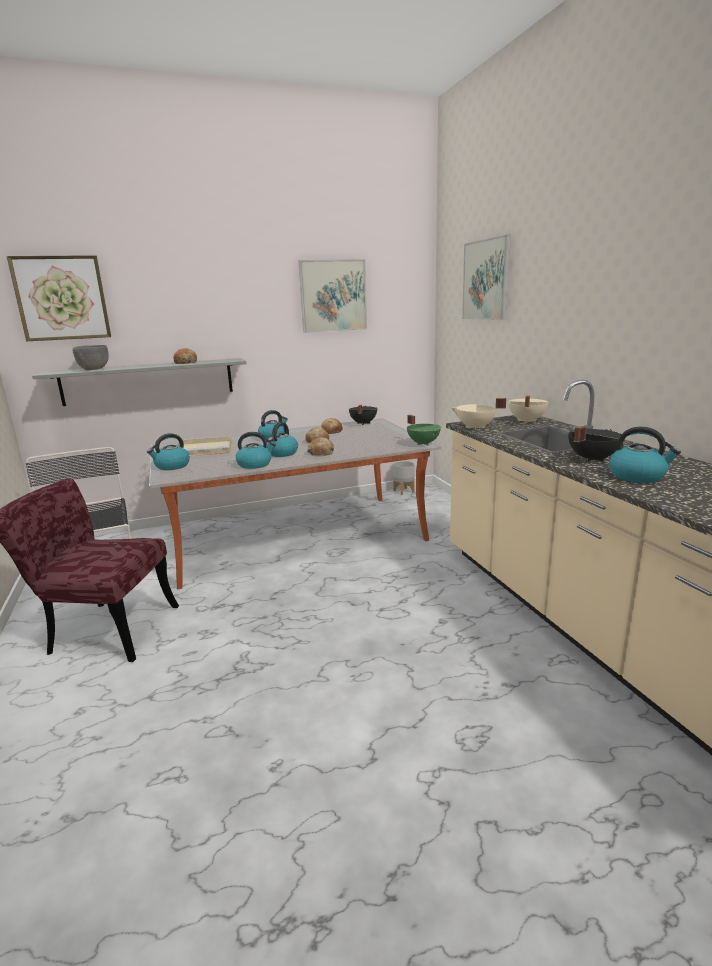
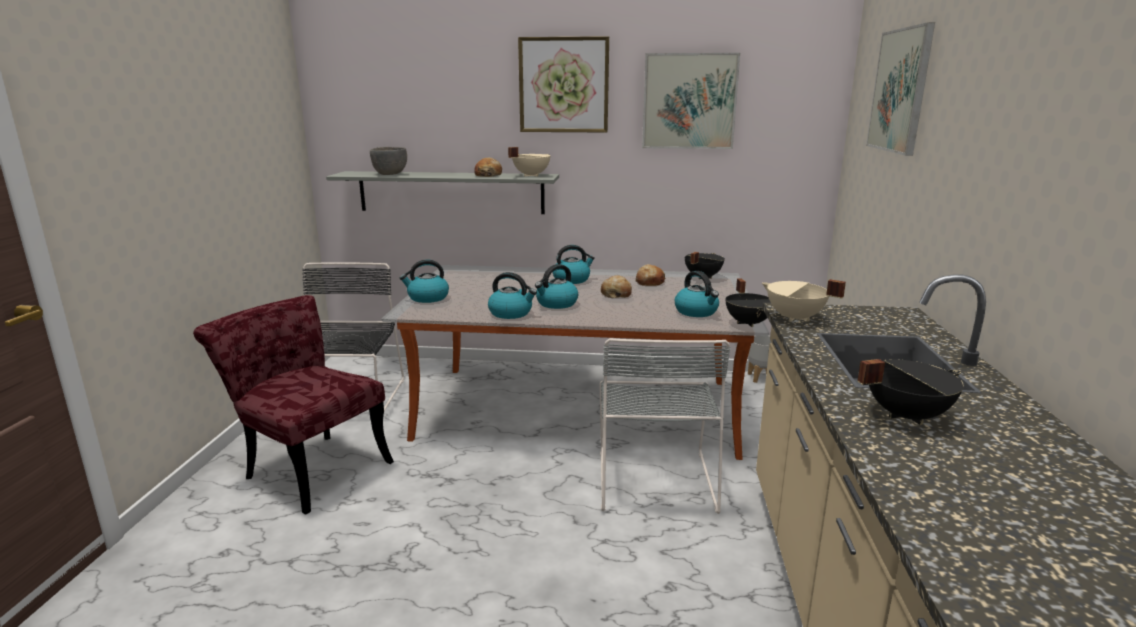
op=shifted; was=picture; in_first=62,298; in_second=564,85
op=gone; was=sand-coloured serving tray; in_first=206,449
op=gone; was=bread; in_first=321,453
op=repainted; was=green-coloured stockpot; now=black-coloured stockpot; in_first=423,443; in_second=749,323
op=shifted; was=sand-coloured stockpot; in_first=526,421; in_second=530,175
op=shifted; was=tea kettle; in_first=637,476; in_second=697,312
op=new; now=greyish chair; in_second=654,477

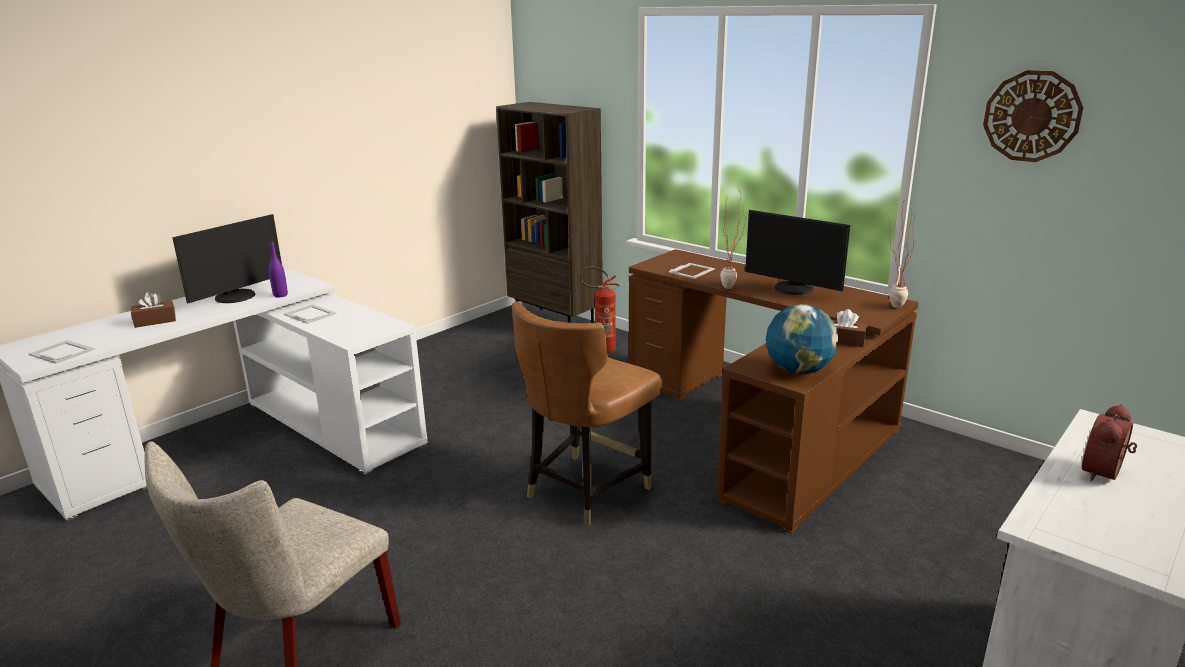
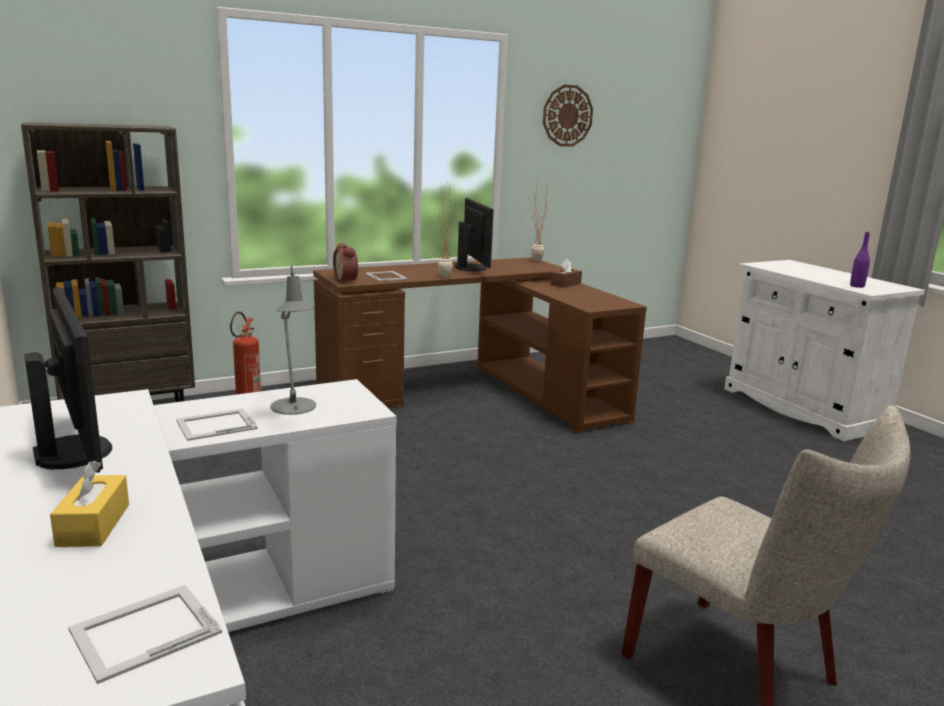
op=repainted; was=brown-coloured box of tissues; now=yellow-coloured box of tissues; in_first=155,321; in_second=93,525
op=shifted; was=purple bottle; in_first=280,295; in_second=857,286
op=gone; was=brown-coloured chair; in_first=585,490
op=rotated; was=computer screen; in_first=793,289; in_second=472,268; clockwise=-75
op=gone; was=world globe; in_first=798,371
op=shifted; was=bedside clock; in_first=1105,473; in_second=347,280
op=new; now=greyish tabletop lamp; in_second=294,408

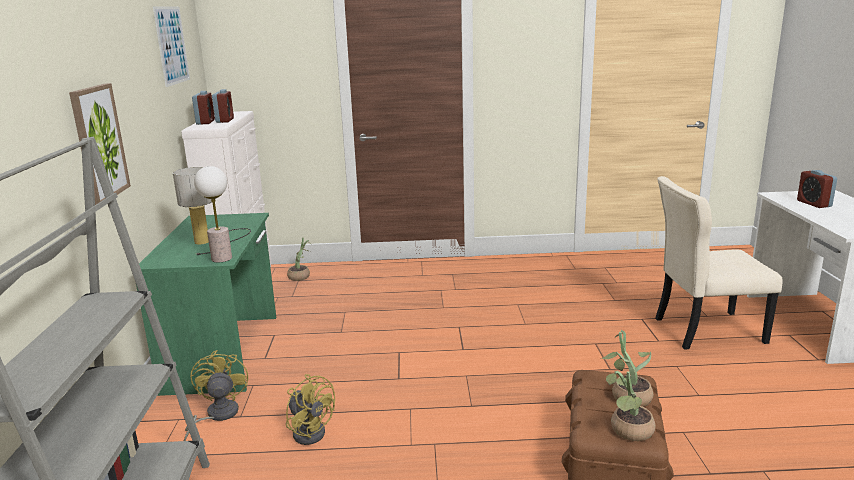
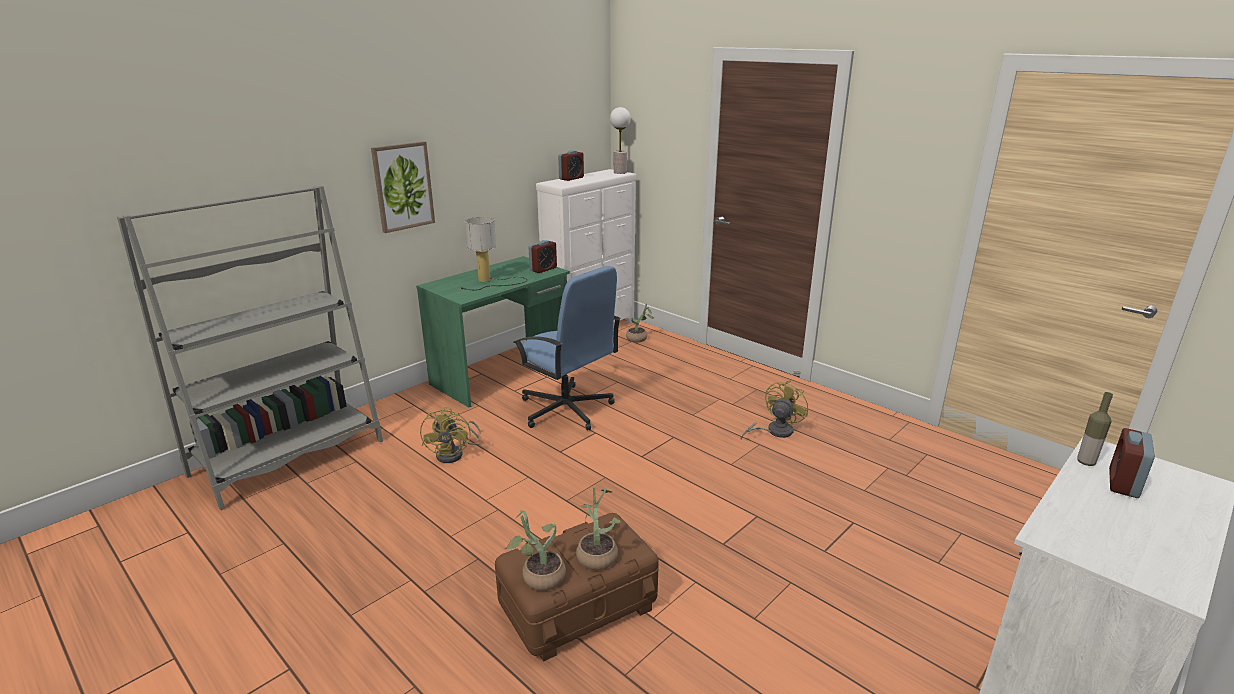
op=gone; was=picture; in_first=172,45
op=shifted; was=yellow-coloured fan; in_first=217,416; in_second=774,431
op=shifted; was=tabletop lamp; in_first=222,258; in_second=620,172
op=shifted; was=bedside clock; in_first=225,120; in_second=543,269
op=gone; was=sand-coloured chair; in_first=704,330
op=new; now=blue-coloured desk chair; in_second=566,410
op=new; now=bottle; in_second=1086,462

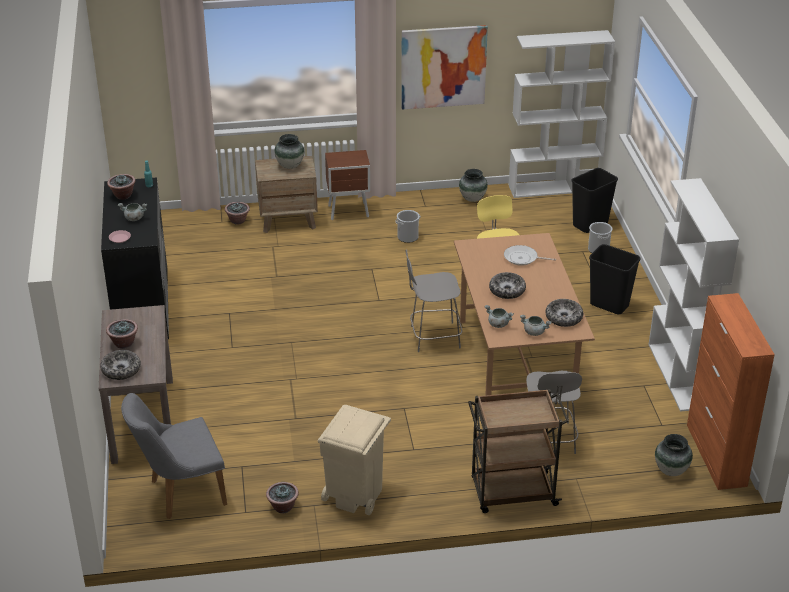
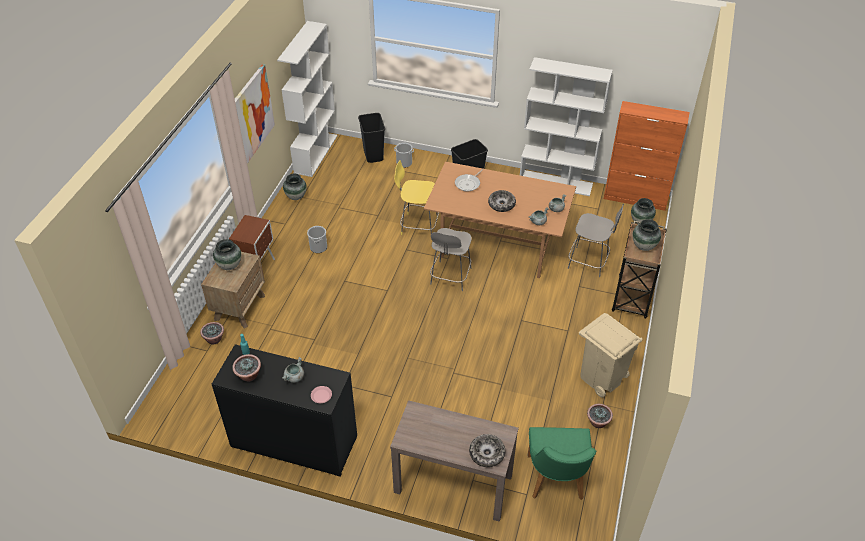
op=gone; was=plant in a pot; in_first=123,343
op=repainted; was=greyish chair; now=green-coloured chair; in_first=180,493; in_second=556,482
op=gone; was=deep dish; in_first=564,317
op=new; now=decorative vase; in_second=644,246

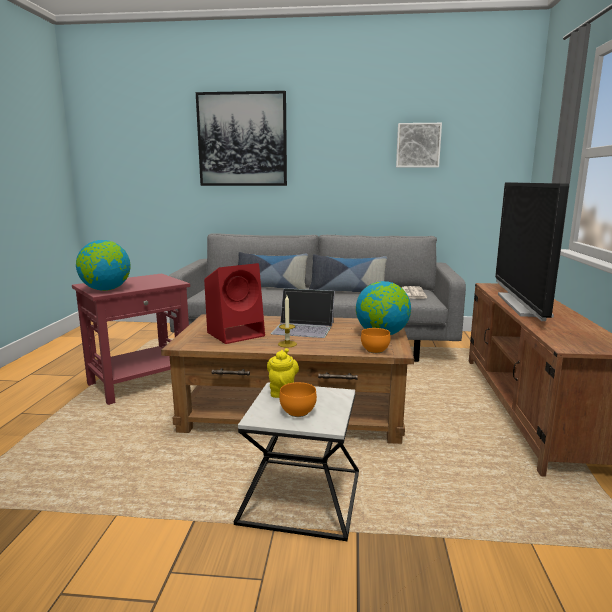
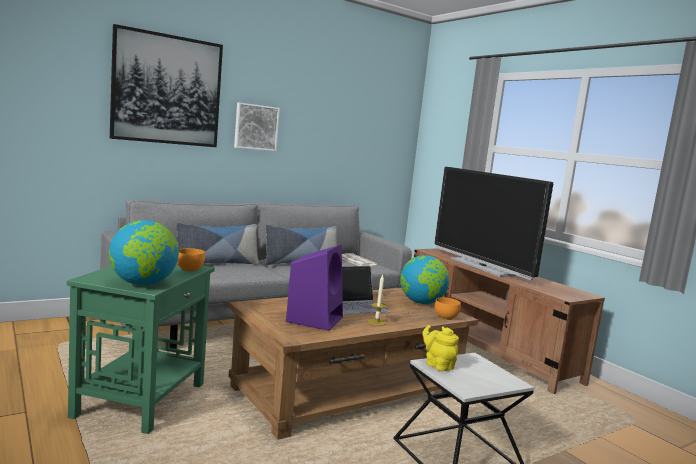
op=repainted; was=reddish end table; now=green-coloured end table; in_first=140,383; in_second=142,400
op=repainted; was=reddish audio speaker; now=purple audio speaker; in_first=237,334; in_second=315,319
op=shifted; was=orangey deep dish; in_first=297,413; in_second=189,270
op=shifted; was=picture; in_first=418,145; in_second=256,127

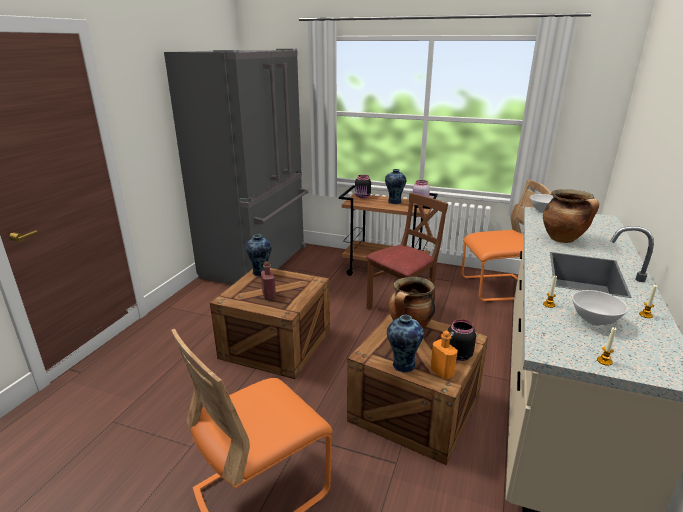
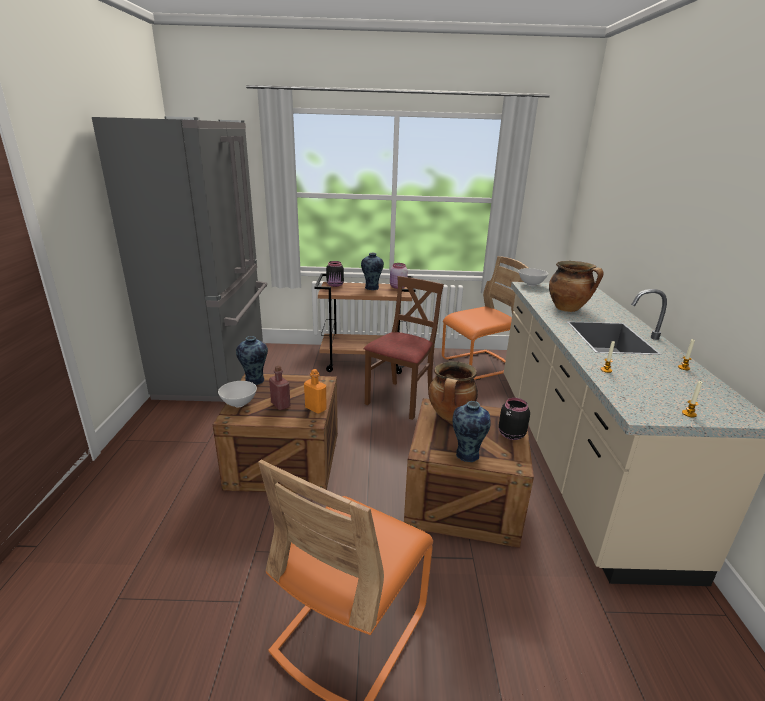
op=shifted; was=orangey bottle; in_first=442,372; in_second=315,408
op=shifted; was=white deep dish; in_first=594,321; in_second=239,404

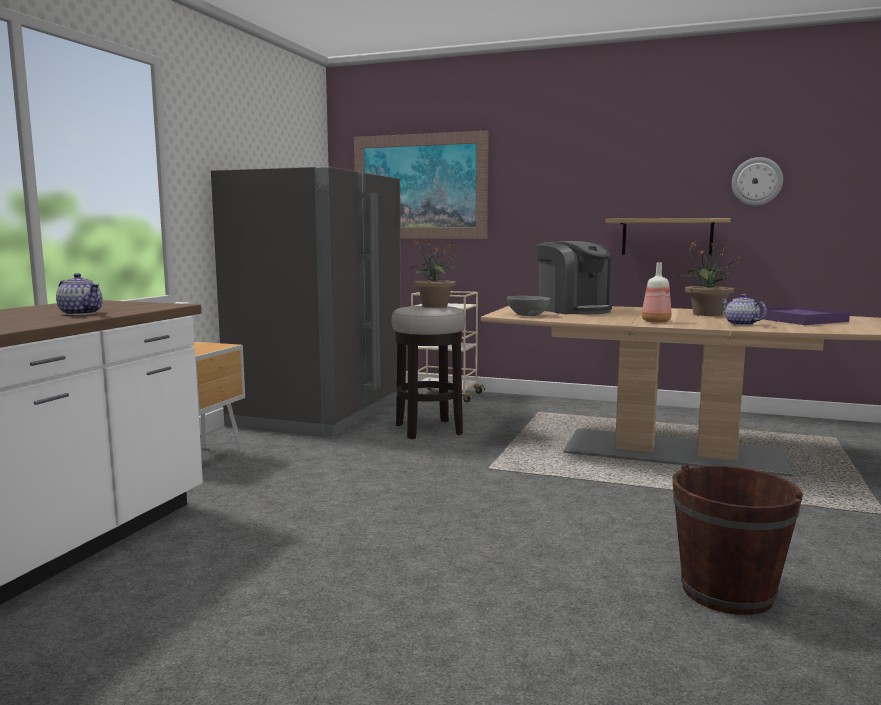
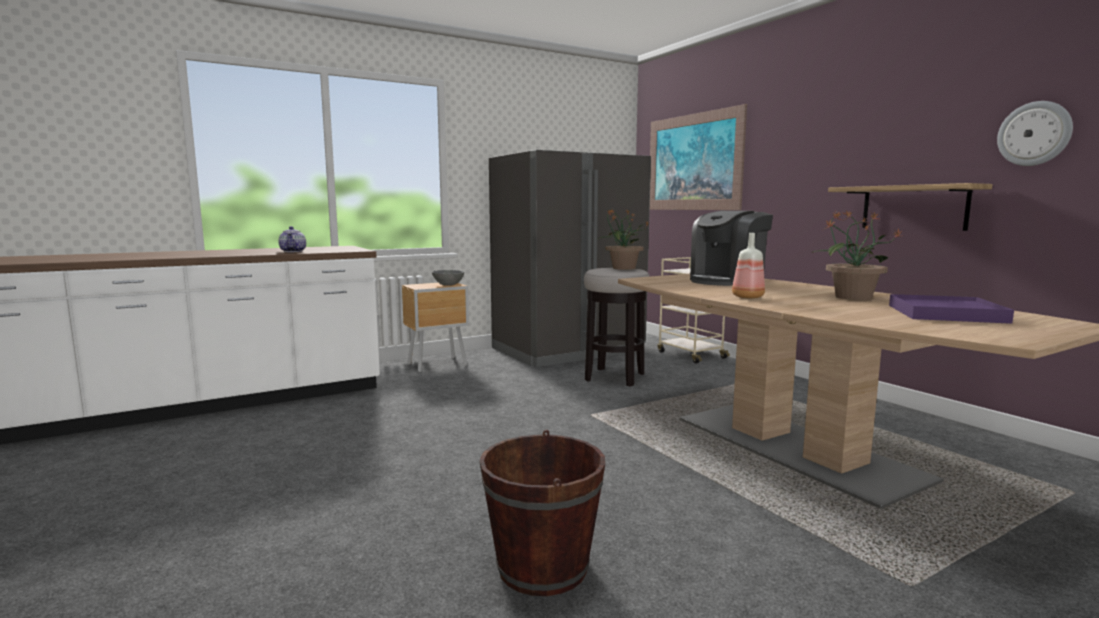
op=shifted; was=greyish deep dish; in_first=528,315; in_second=448,284
op=rotated; was=coffee machine; in_first=573,310; in_second=727,281; clockwise=45
op=gone; was=pot for tea; in_first=741,324

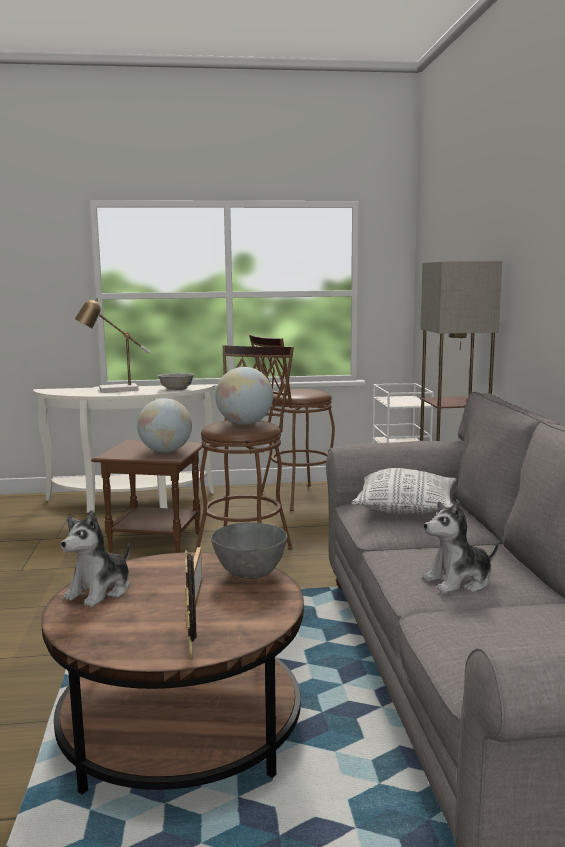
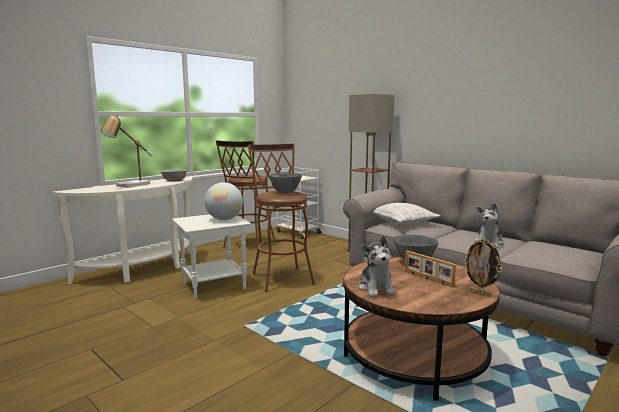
op=repainted; was=brown-coloured end table; now=white end table; in_first=156,542; in_second=214,285
op=swapped; was=world globe; now=greyish deep dish; in_first=244,424; in_second=285,192

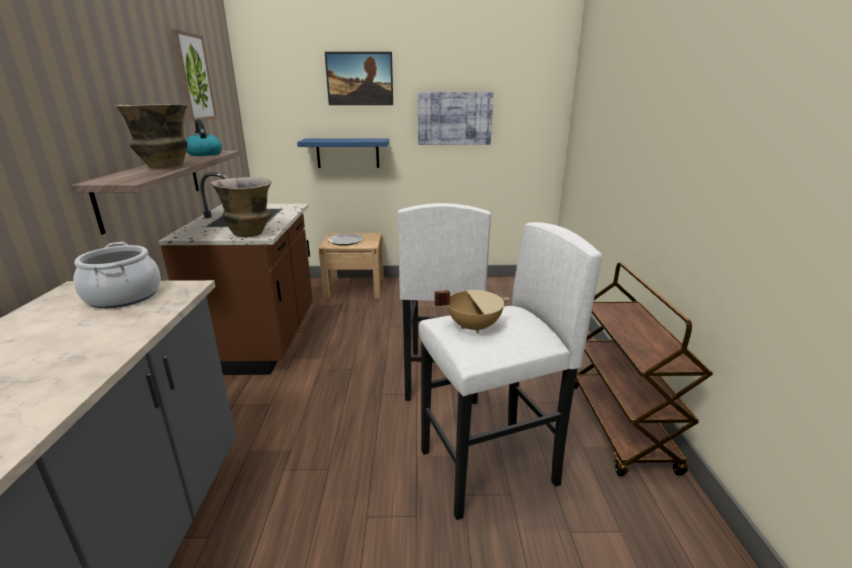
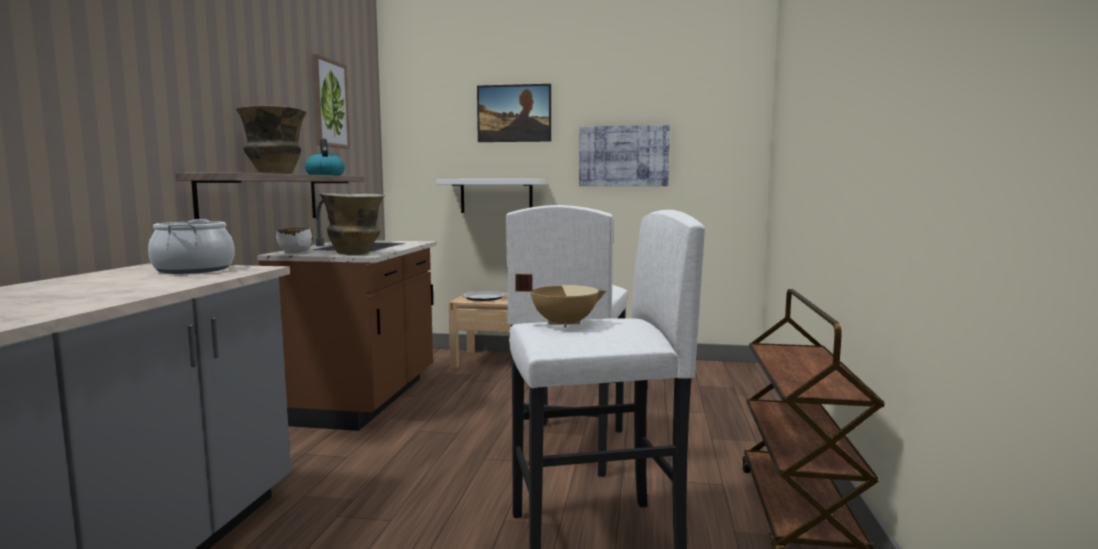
op=repainted; was=blue-coloured shelf; now=white shelf; in_first=347,153; in_second=496,196
op=new; now=white deep dish; in_second=295,252

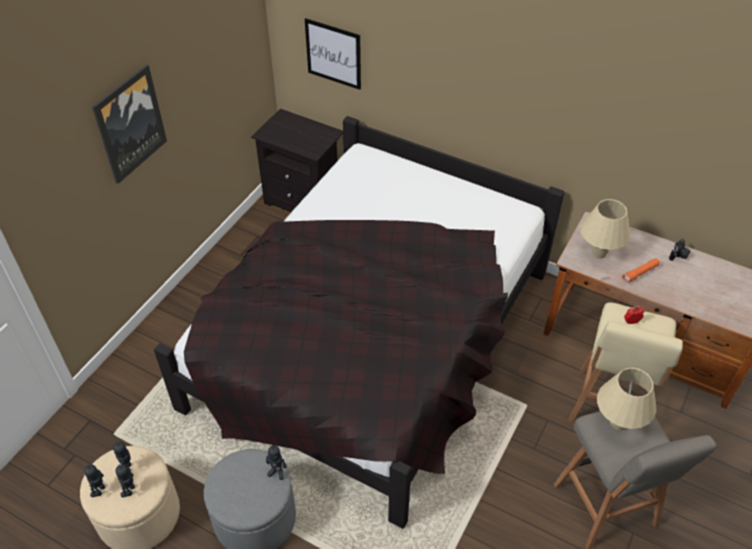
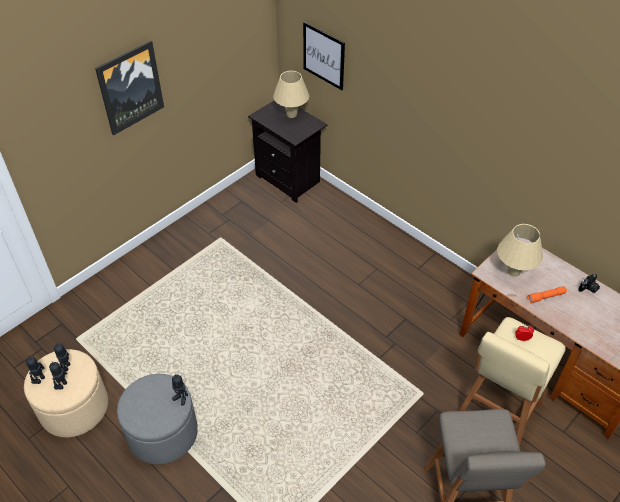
op=gone; was=black-coloured sleeping bed; in_first=372,340
op=shifted; was=sand-coloured tabletop lamp; in_first=618,423; in_second=291,114

